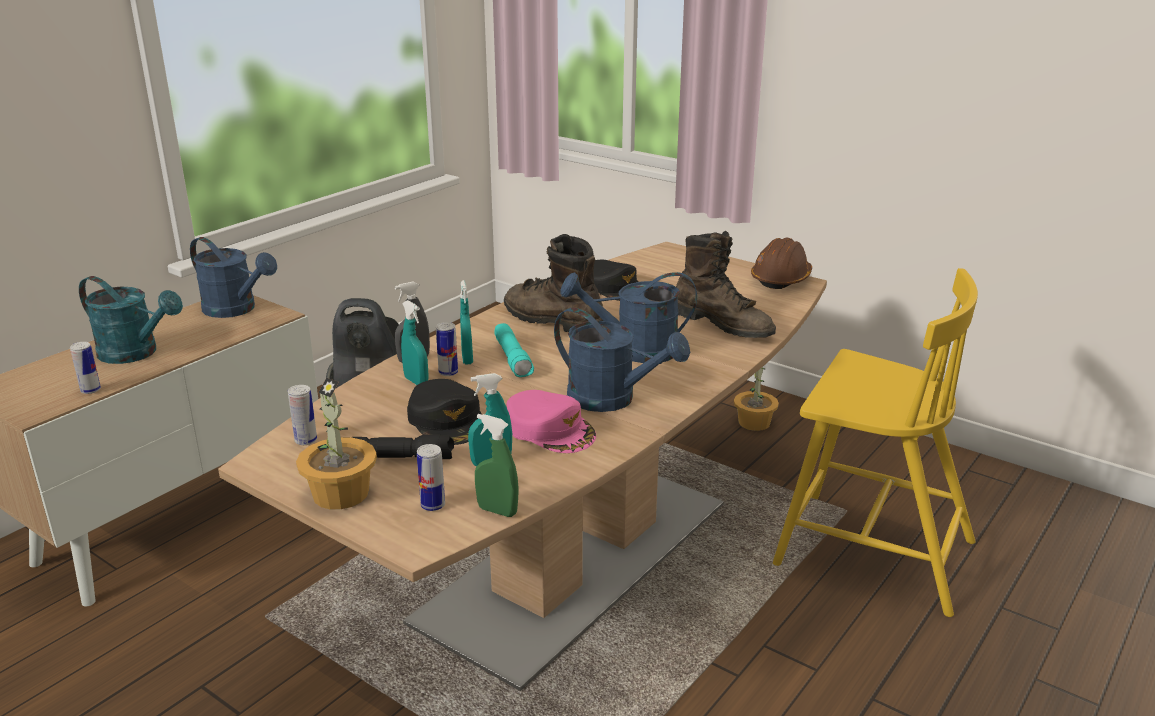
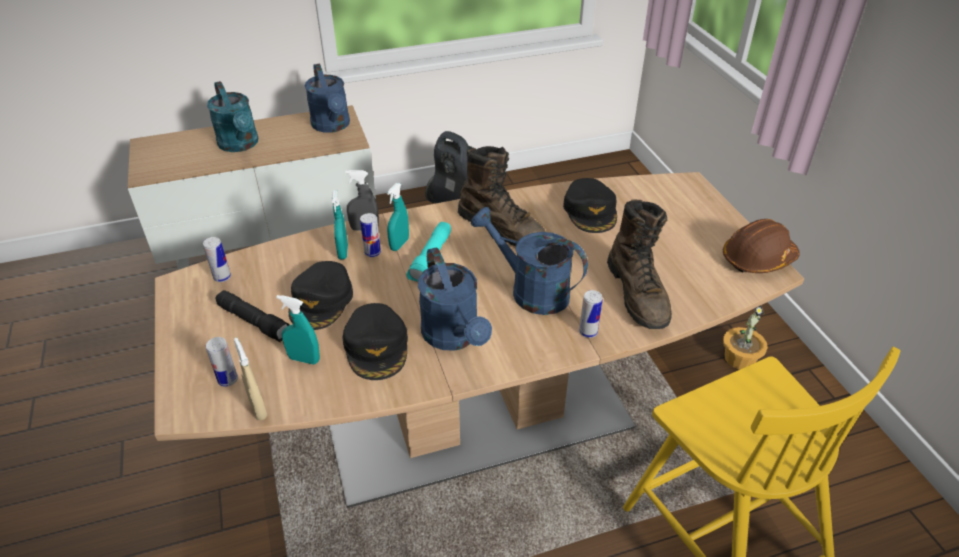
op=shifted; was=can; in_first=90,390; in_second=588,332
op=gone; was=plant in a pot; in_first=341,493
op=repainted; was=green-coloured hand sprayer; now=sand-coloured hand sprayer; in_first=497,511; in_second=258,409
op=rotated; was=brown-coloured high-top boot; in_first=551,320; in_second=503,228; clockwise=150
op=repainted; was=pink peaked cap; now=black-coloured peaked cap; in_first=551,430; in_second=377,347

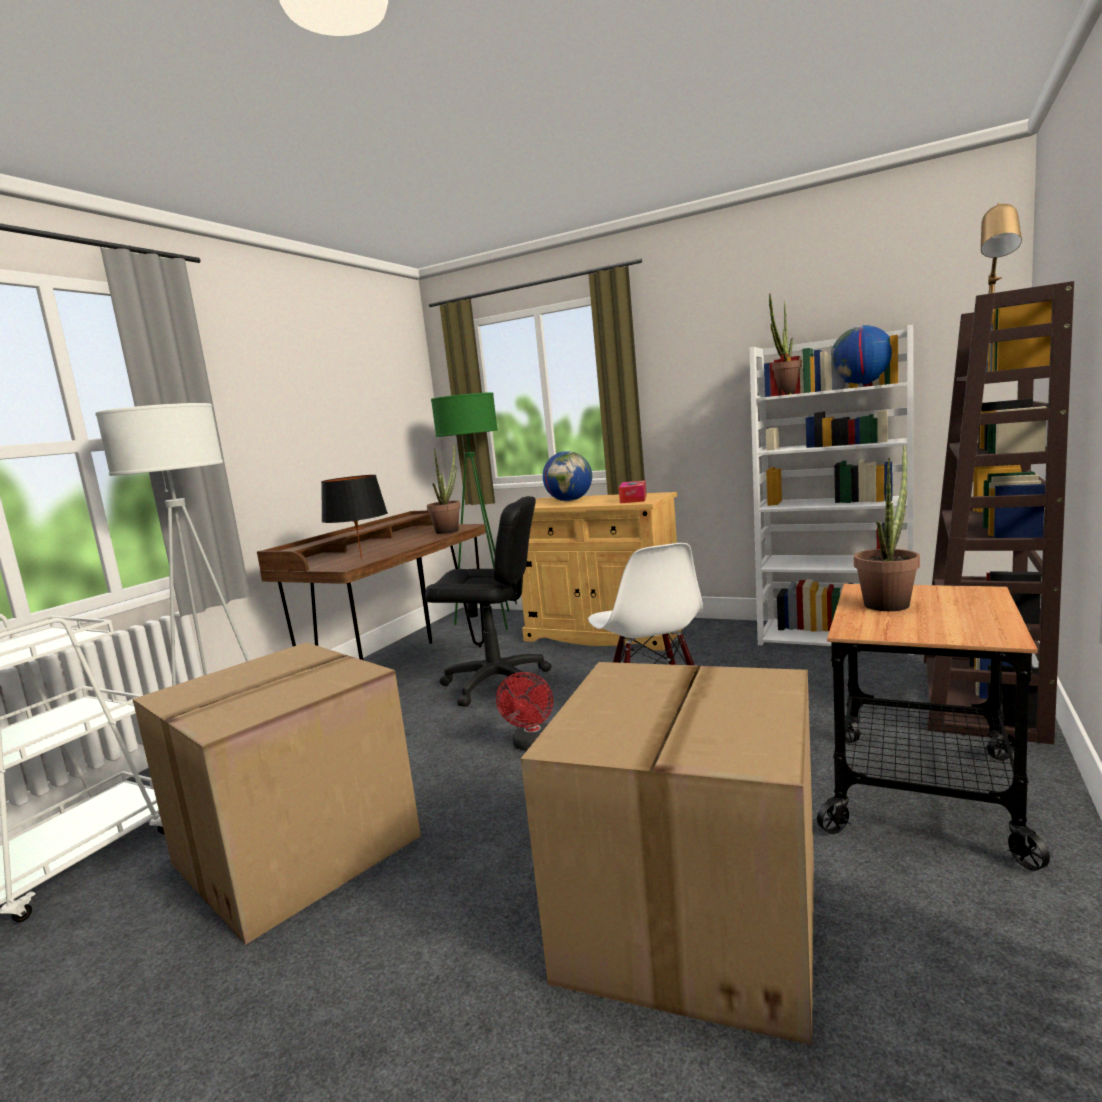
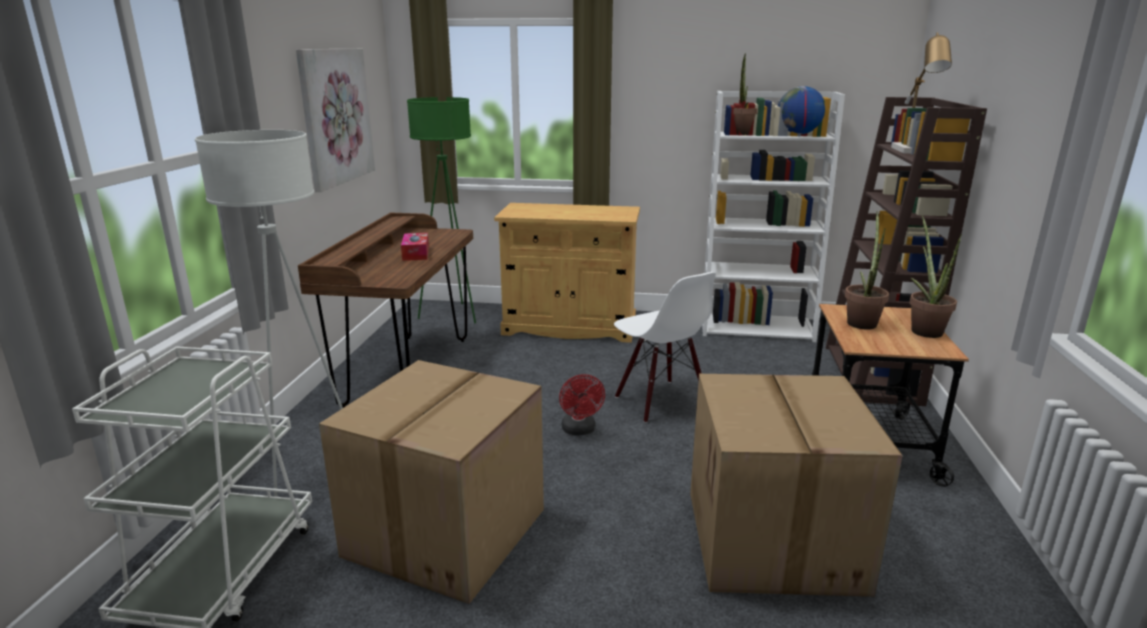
op=gone; was=black-coloured tabletop lamp; in_first=361,558
op=gone; was=black-coloured desk chair; in_first=496,683
op=shifted; was=plant in a pot; in_first=449,530; in_second=923,329
op=gone; was=world globe; in_first=570,500
op=shifted; was=box of tissues; in_first=633,499; in_second=416,253
op=new; now=picture; in_second=336,116

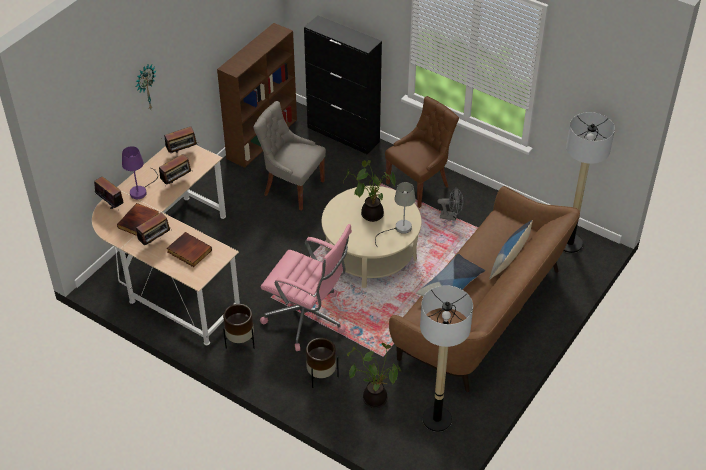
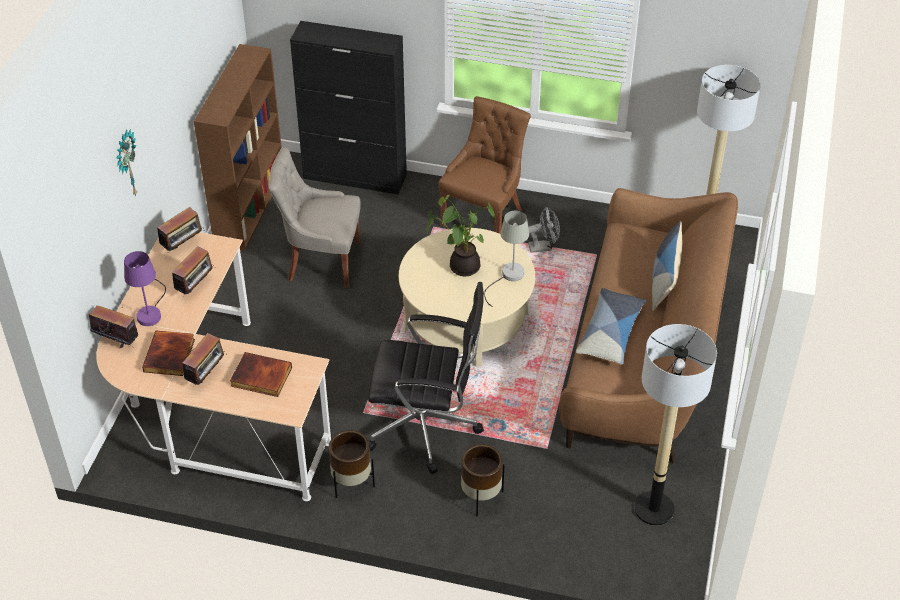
op=repainted; was=pink desk chair; now=black-coloured desk chair; in_first=308,319; in_second=426,427
op=gone; was=plant in a pot; in_first=375,397

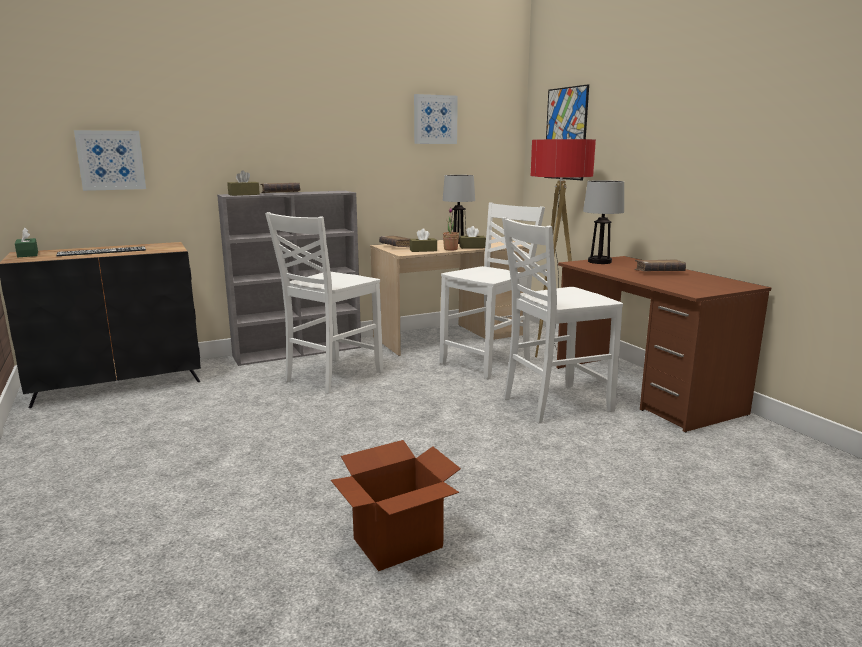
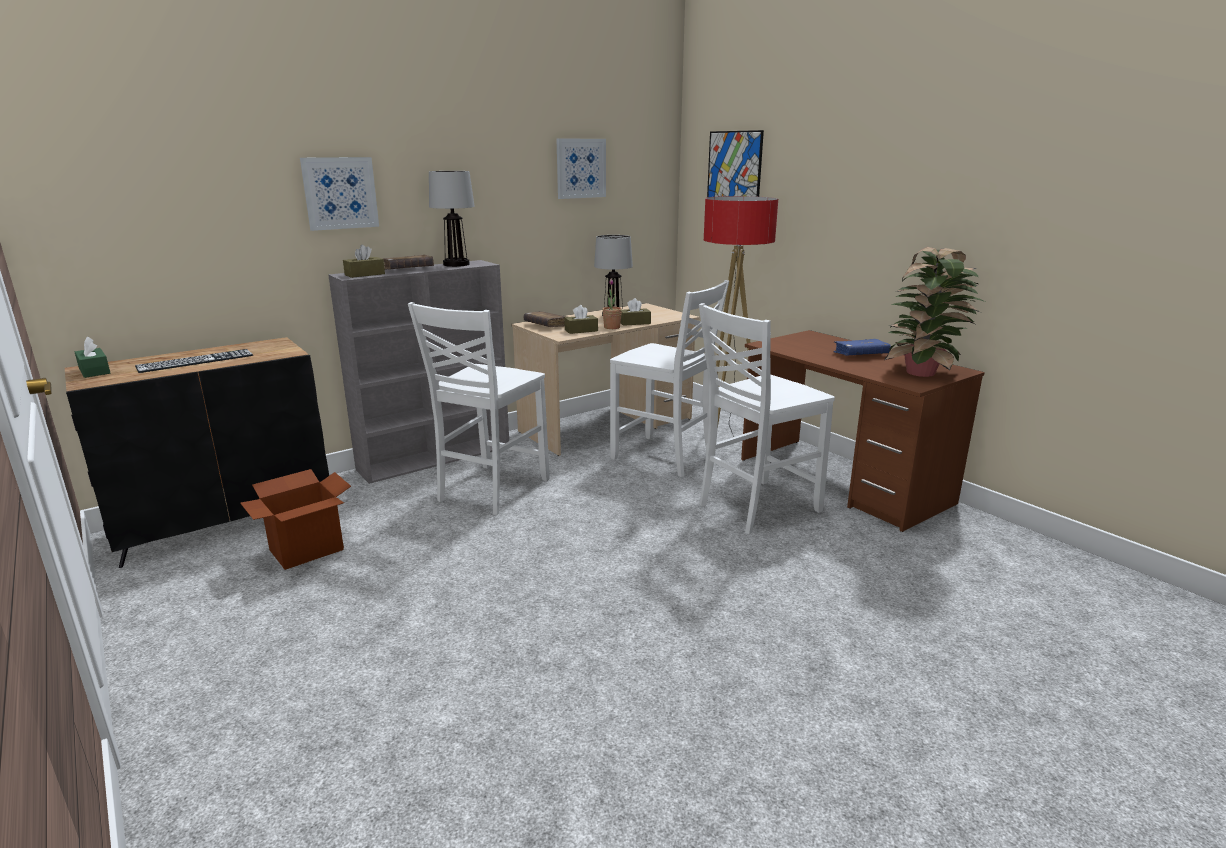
op=shifted; was=picture; in_first=111,160; in_second=340,193
op=shifted; was=packing box; in_first=397,543; in_second=306,550
op=rotated; was=white chair; in_first=488,362; in_second=664,457; clockwise=90
op=shifted; was=tabletop lamp; in_first=599,262; in_second=455,264
op=repainted; was=brown-coloured volume; now=blue-coloured volume; in_first=659,272; in_second=861,354
op=new; now=plant in a pot; in_second=923,372

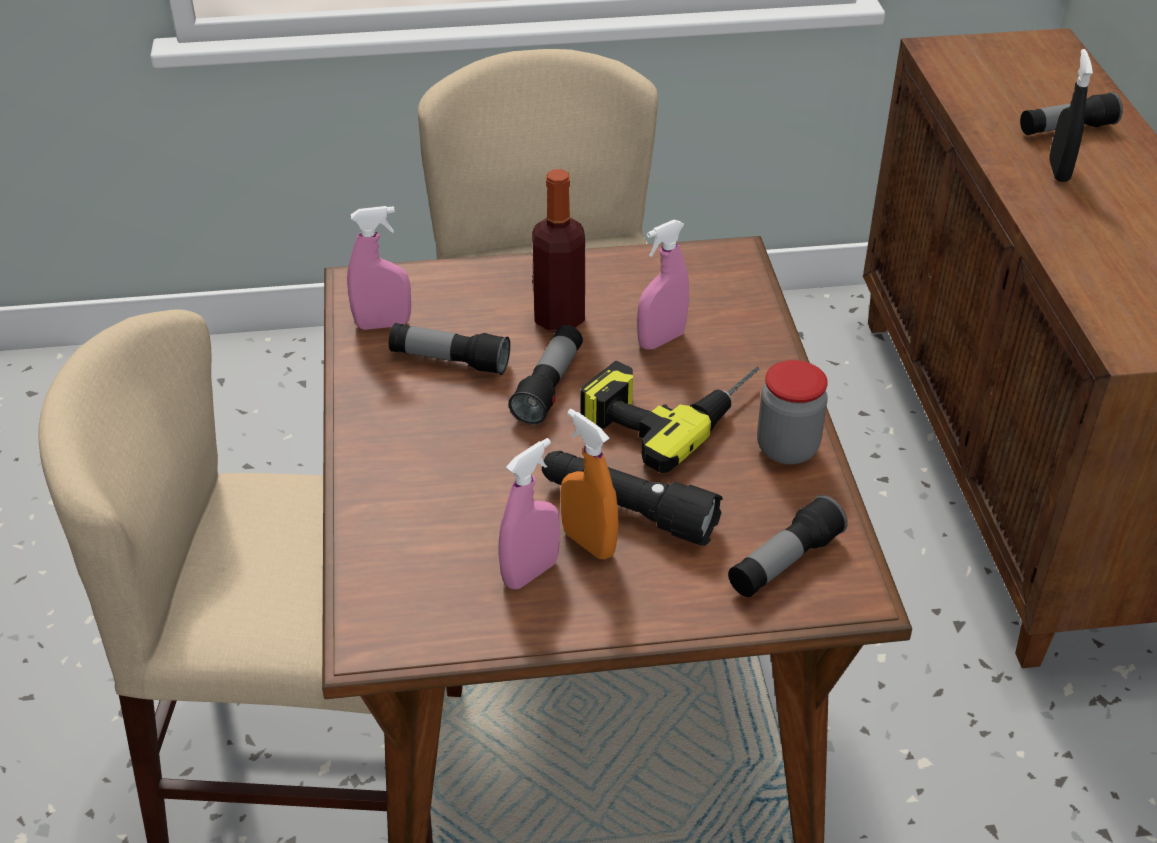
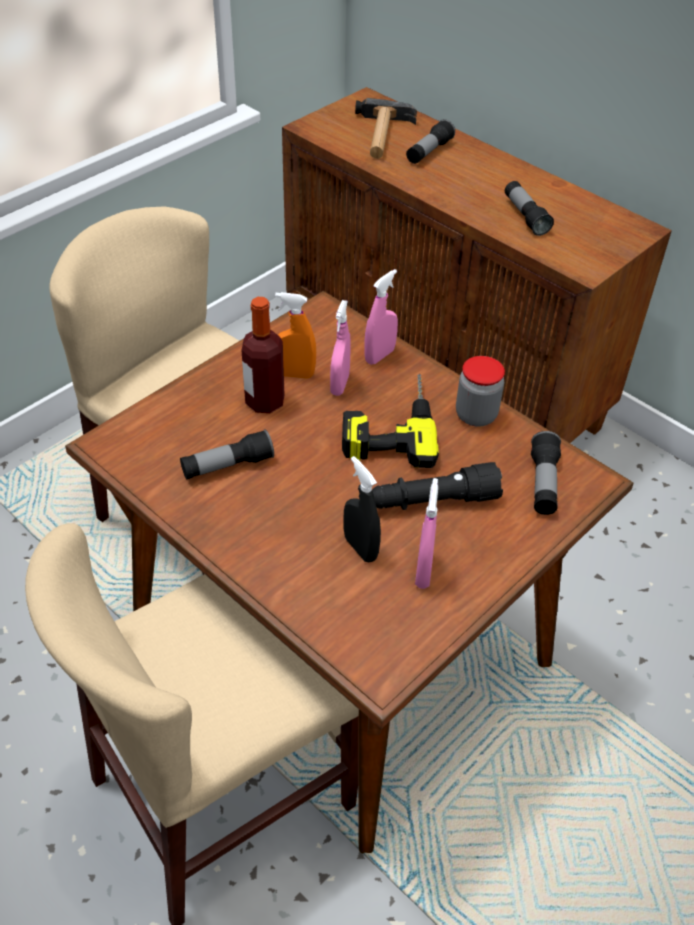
op=shifted; was=pink hand sprayer; in_first=383,324; in_second=379,356
op=shifted; was=torch; in_first=549,387; in_second=525,216
op=shifted; was=orangey hand sprayer; in_first=588,543; in_second=294,374
op=shifted; was=black-coloured hand sprayer; in_first=1059,171; in_second=360,548
op=new; now=hand hammer; in_second=382,136

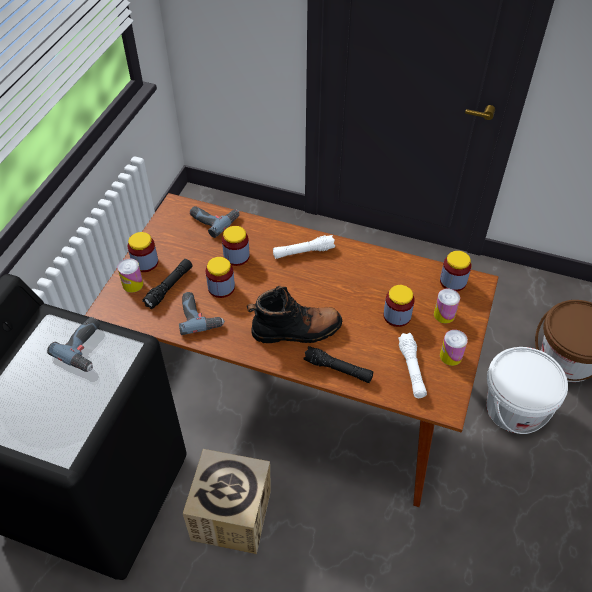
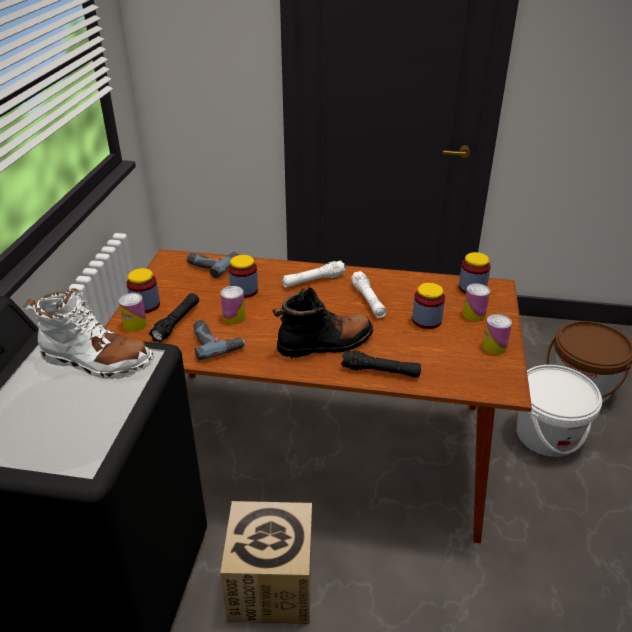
op=swapped; was=electric drill; now=white high-top boot; in_first=86,348; in_second=96,361
op=swapped; was=preserve jar; now=can; in_first=221,287; in_second=234,317
op=shifted; was=white torch; in_first=411,369; in_second=368,300

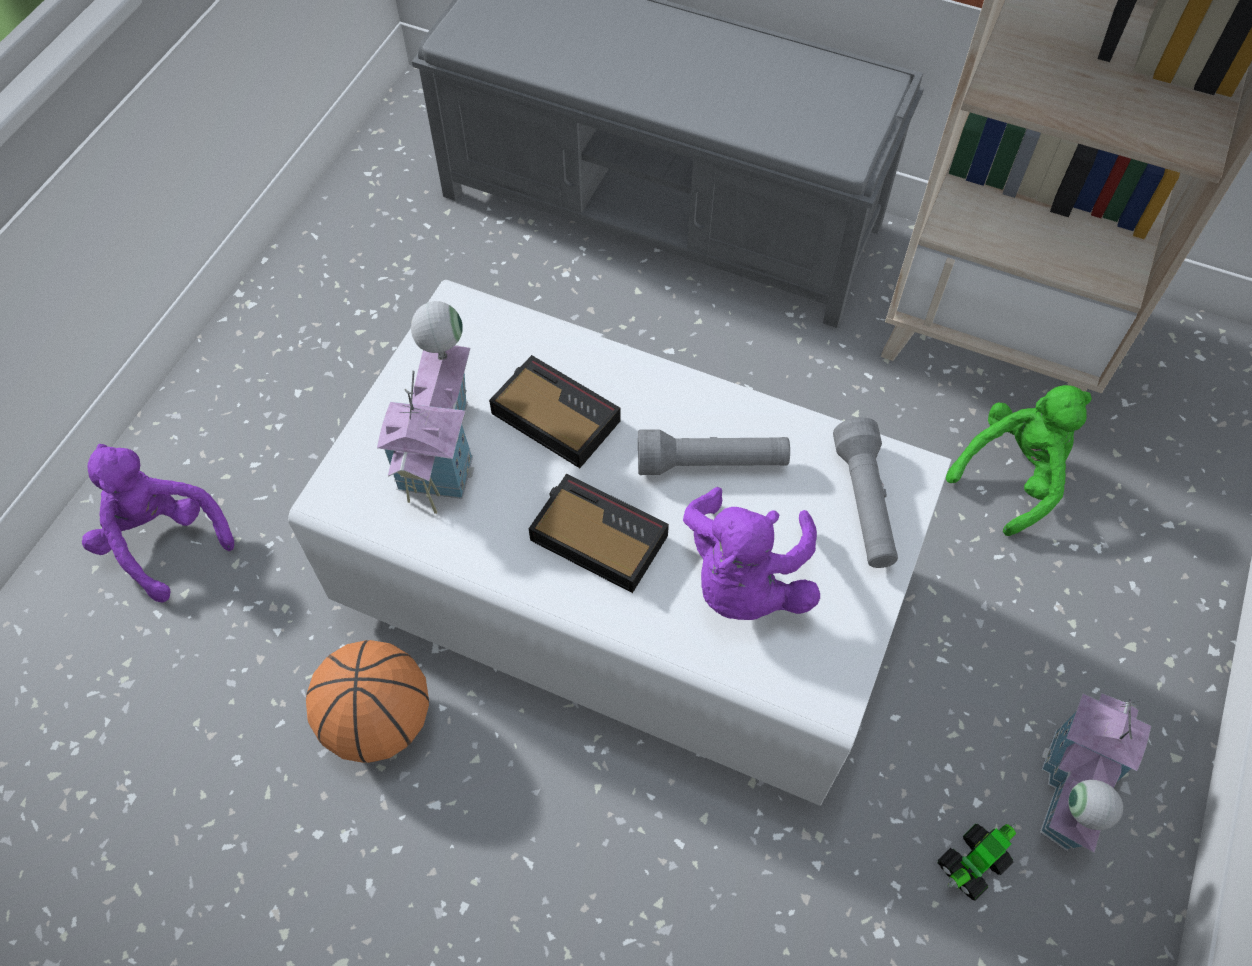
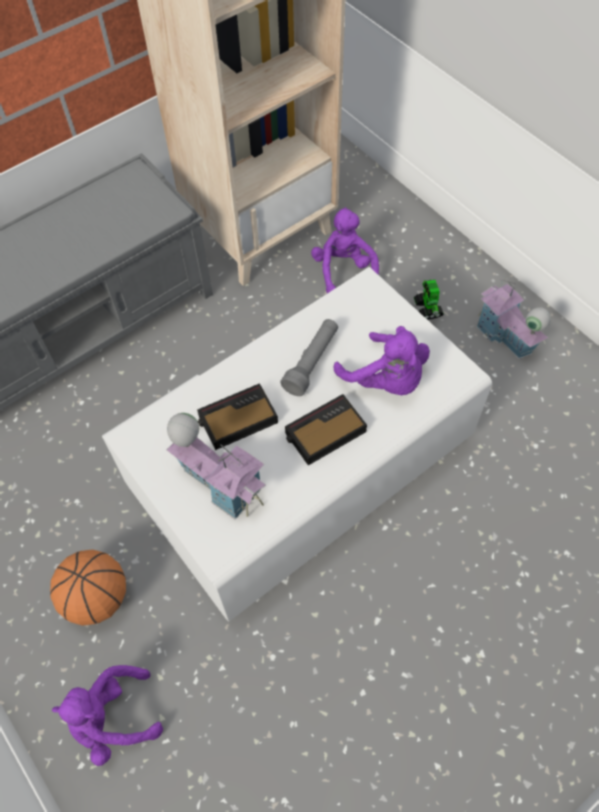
op=shifted; was=ball for basketball; in_first=379,720; in_second=97,597
op=gone; was=greyish torch; in_first=864,504
op=shifted; was=model robot; in_first=971,864; in_second=428,309
op=repainted; was=green-coloured soft toy; now=purple soft toy; in_first=1013,475; in_second=344,270

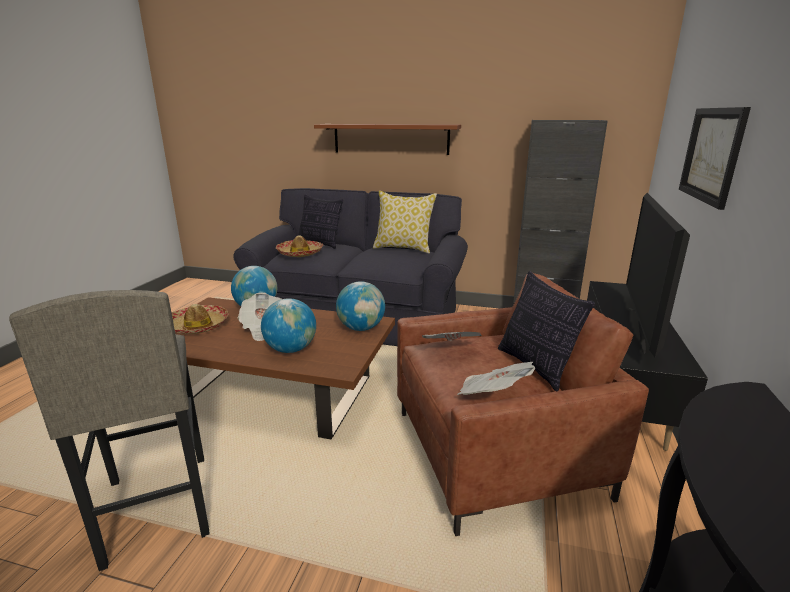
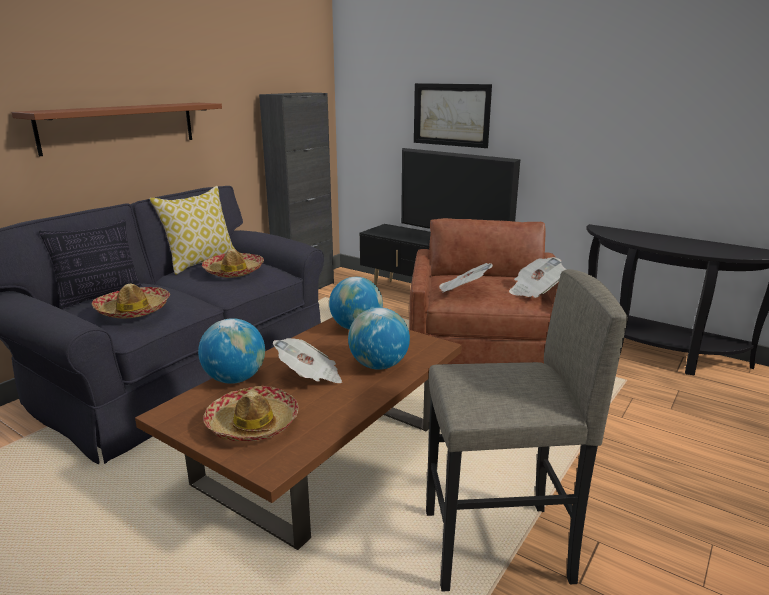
op=gone; was=throw pillow; in_first=535,366
op=new; now=clothing hat; in_second=234,271

